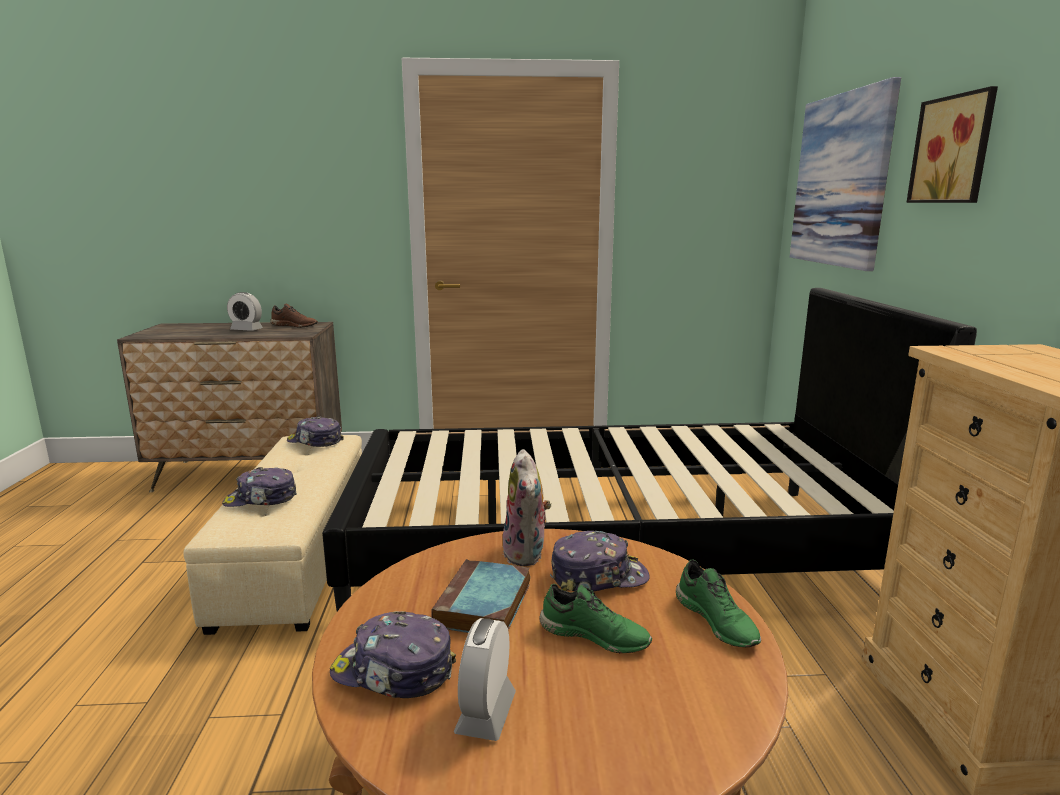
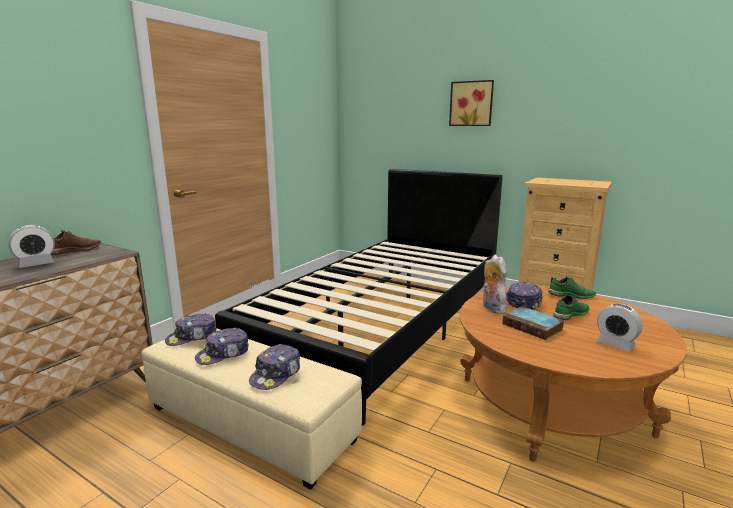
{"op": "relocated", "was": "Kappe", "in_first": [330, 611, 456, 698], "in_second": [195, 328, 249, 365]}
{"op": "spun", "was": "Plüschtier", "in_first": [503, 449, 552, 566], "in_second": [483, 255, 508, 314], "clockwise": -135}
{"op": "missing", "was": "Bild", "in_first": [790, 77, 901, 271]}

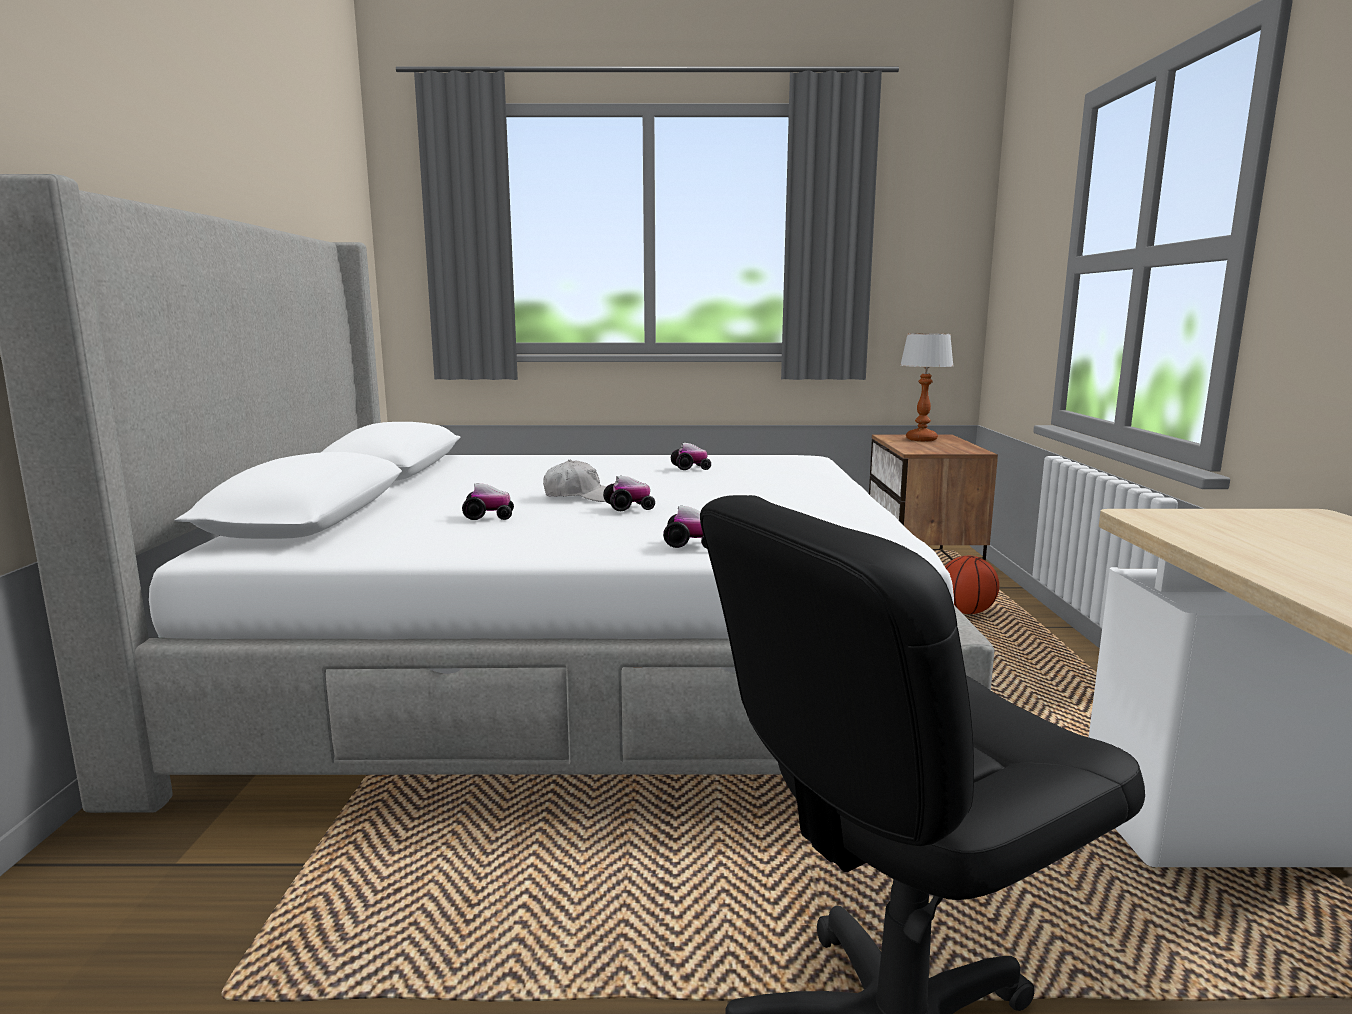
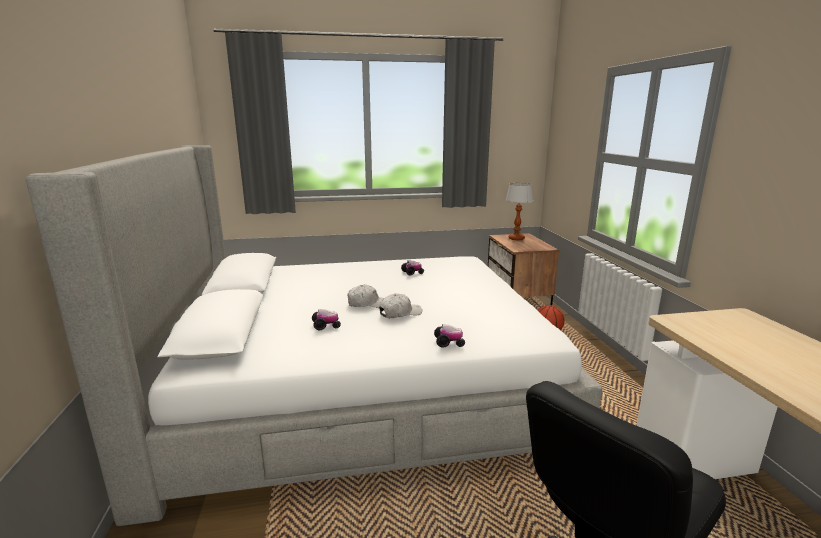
{"op": "exchanged", "was": "Spielzeugauto", "now": "Kappe (weiß)", "in_first": [603, 476, 655, 511], "in_second": [379, 293, 422, 318]}

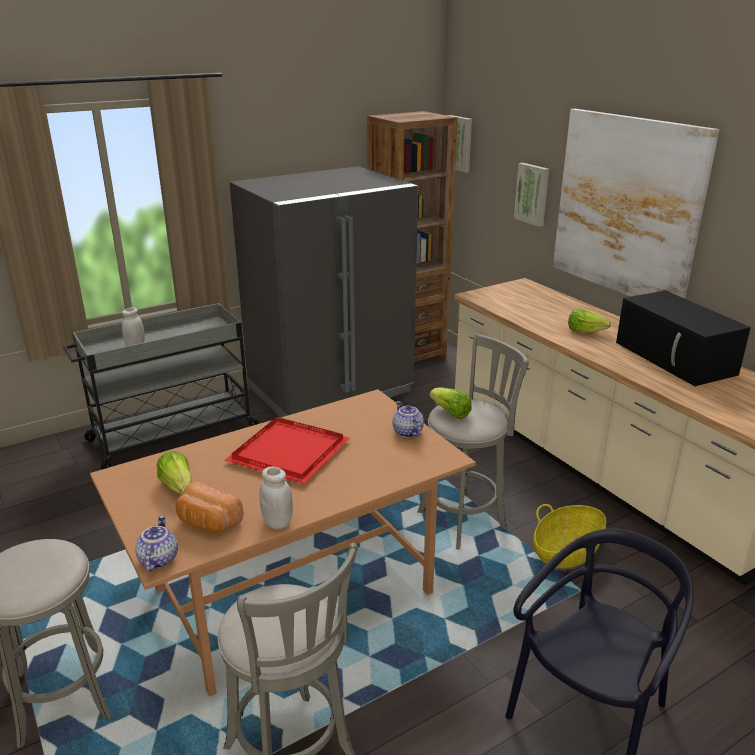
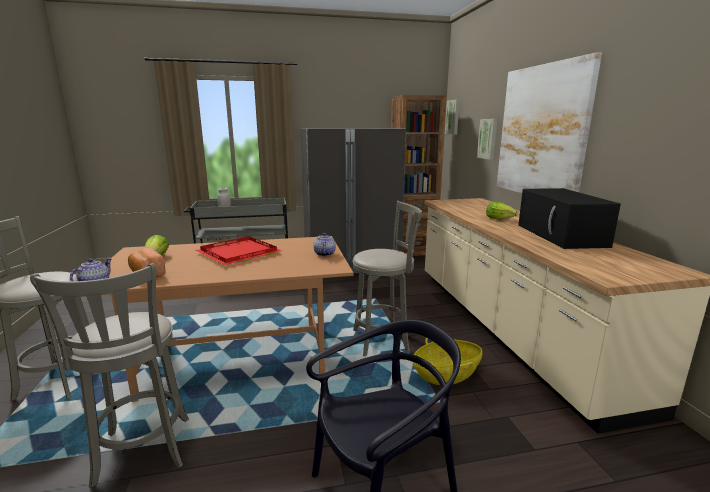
{"op": "missing", "was": "Vorratsglas (weiß)", "in_first": [259, 466, 293, 529]}
{"op": "missing", "was": "Salatkopf", "in_first": [430, 387, 471, 419]}

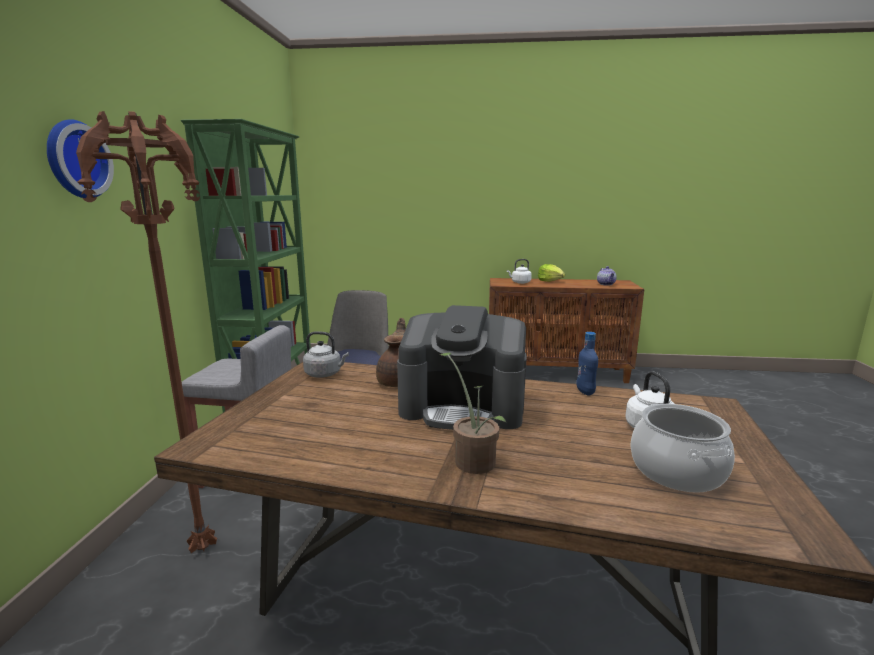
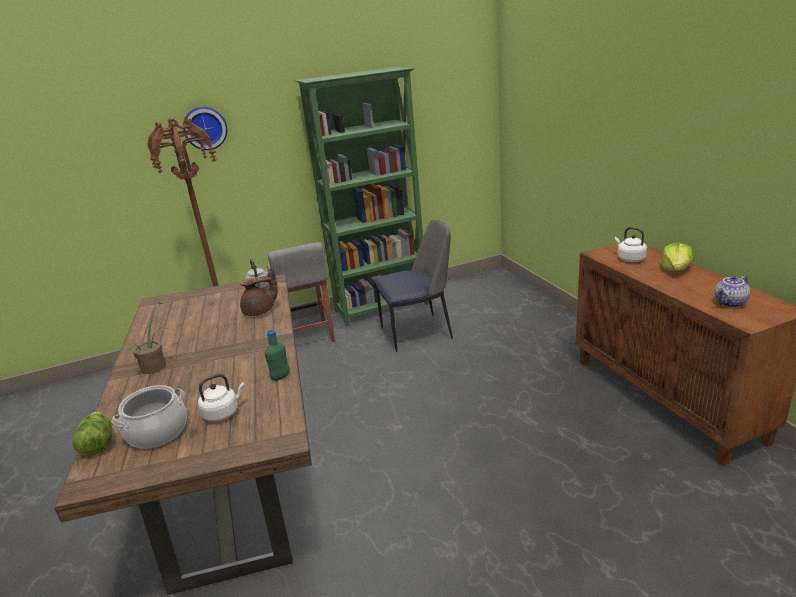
{"op": "missing", "was": "Kaffeemaschine", "in_first": [397, 305, 527, 430]}
{"op": "colour", "was": "Flasche (blau)", "now": "Flasche (grün)", "in_first": [577, 332, 598, 396], "in_second": [265, 330, 290, 381]}
{"op": "appeared", "now": "Salatkopf", "in_second": [72, 412, 112, 456]}

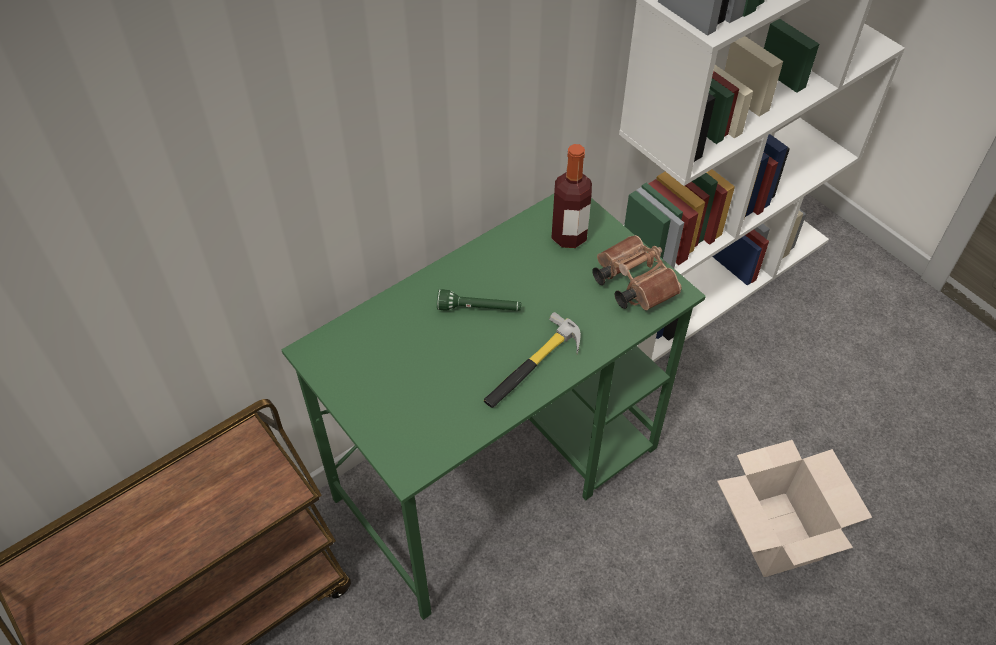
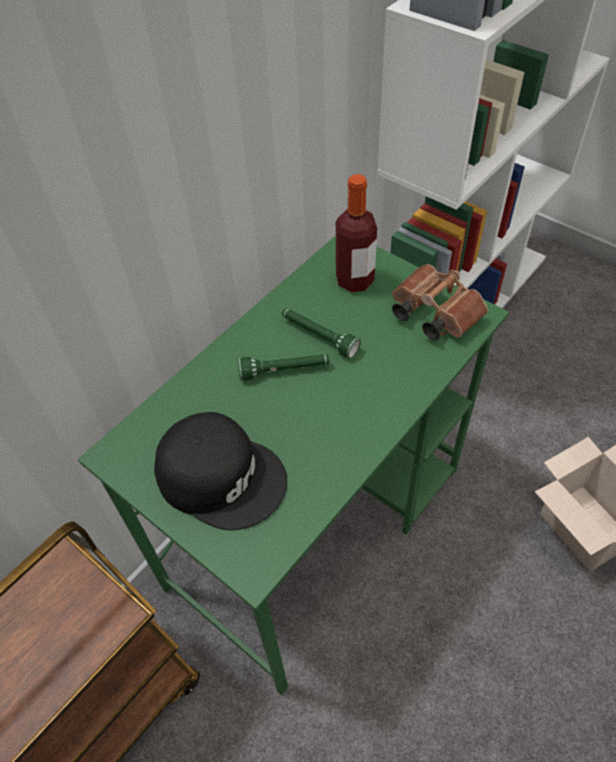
{"op": "missing", "was": "Hammer", "in_first": [484, 312, 581, 408]}
{"op": "appeared", "now": "Kappe (schwarz)", "in_second": [154, 412, 287, 530]}
{"op": "appeared", "now": "Taschenlampe (grün)", "in_second": [282, 308, 361, 358]}

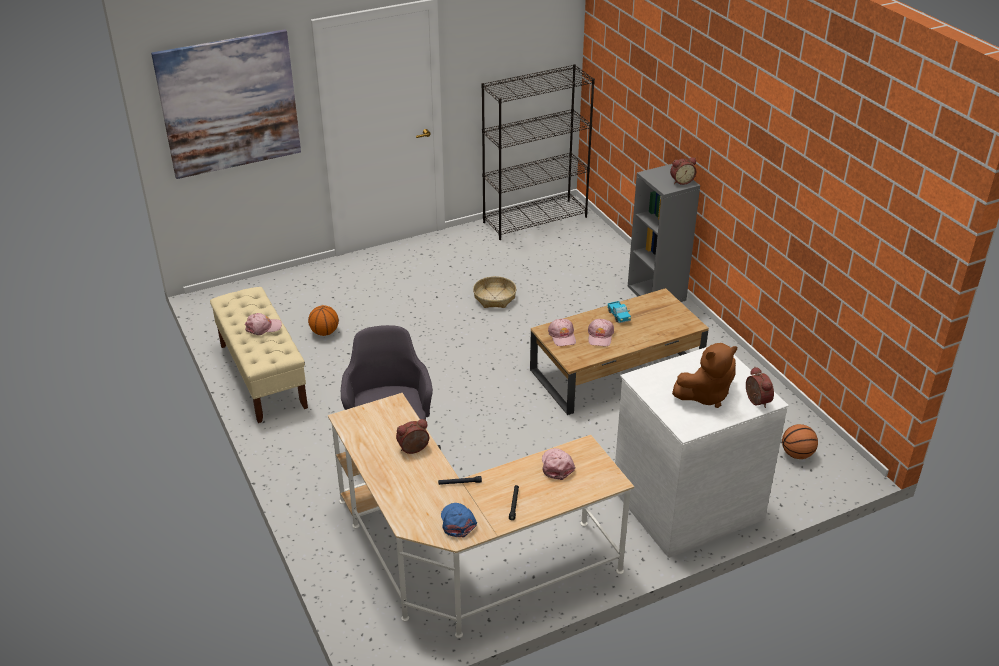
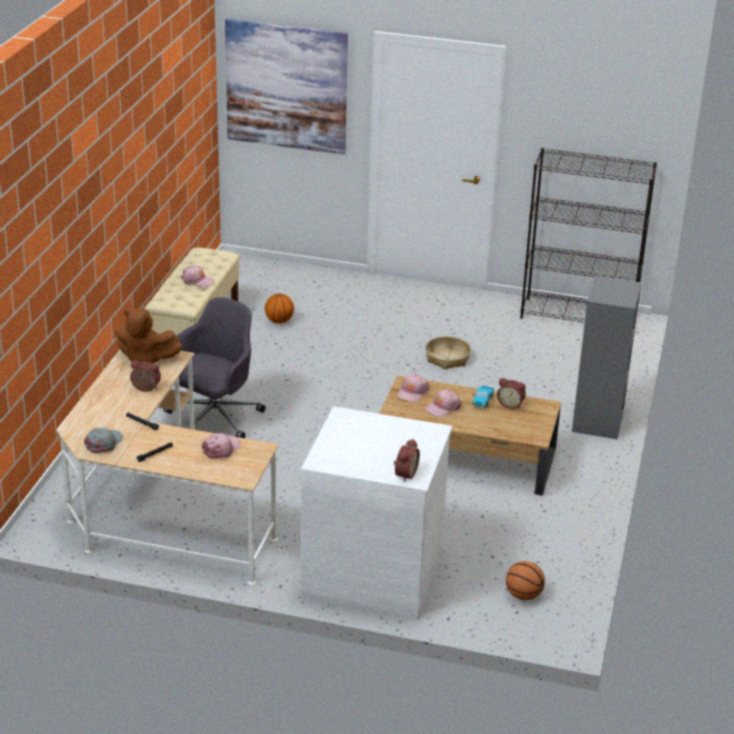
{"op": "colour", "was": "Kappe (blau)", "now": "Kappe (grau)", "in_first": [441, 503, 477, 538], "in_second": [84, 428, 123, 453]}
{"op": "relocated", "was": "Wecker", "in_first": [670, 157, 696, 185], "in_second": [497, 378, 526, 409]}
{"op": "relocated", "was": "Plüschtier (braun)", "in_first": [672, 343, 737, 408], "in_second": [115, 309, 182, 364]}

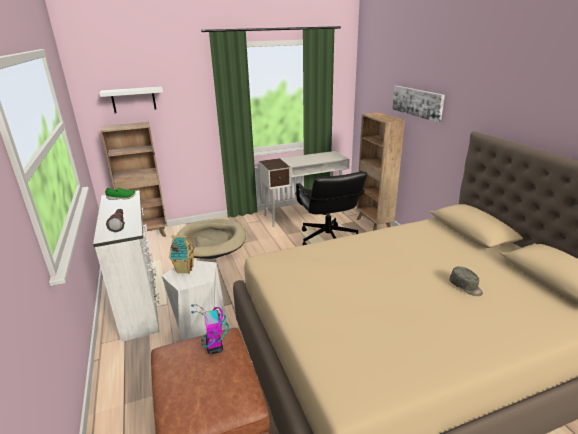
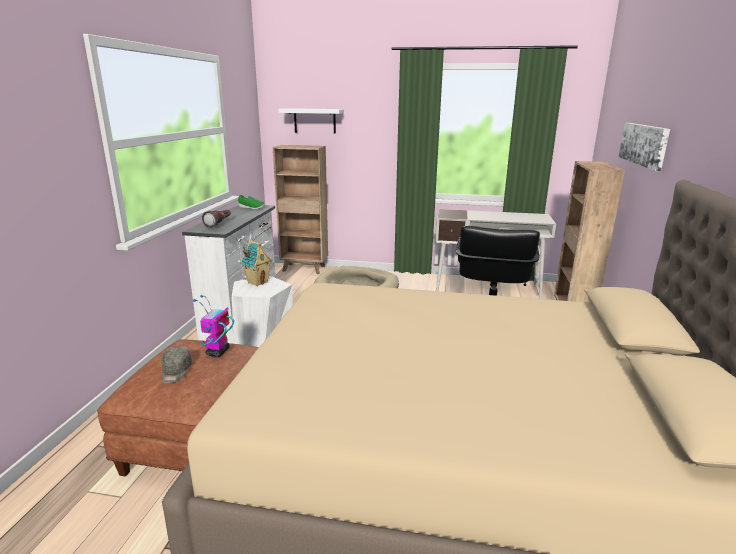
{"op": "relocated", "was": "Kappe (grau)", "in_first": [449, 266, 483, 296], "in_second": [161, 345, 192, 383]}

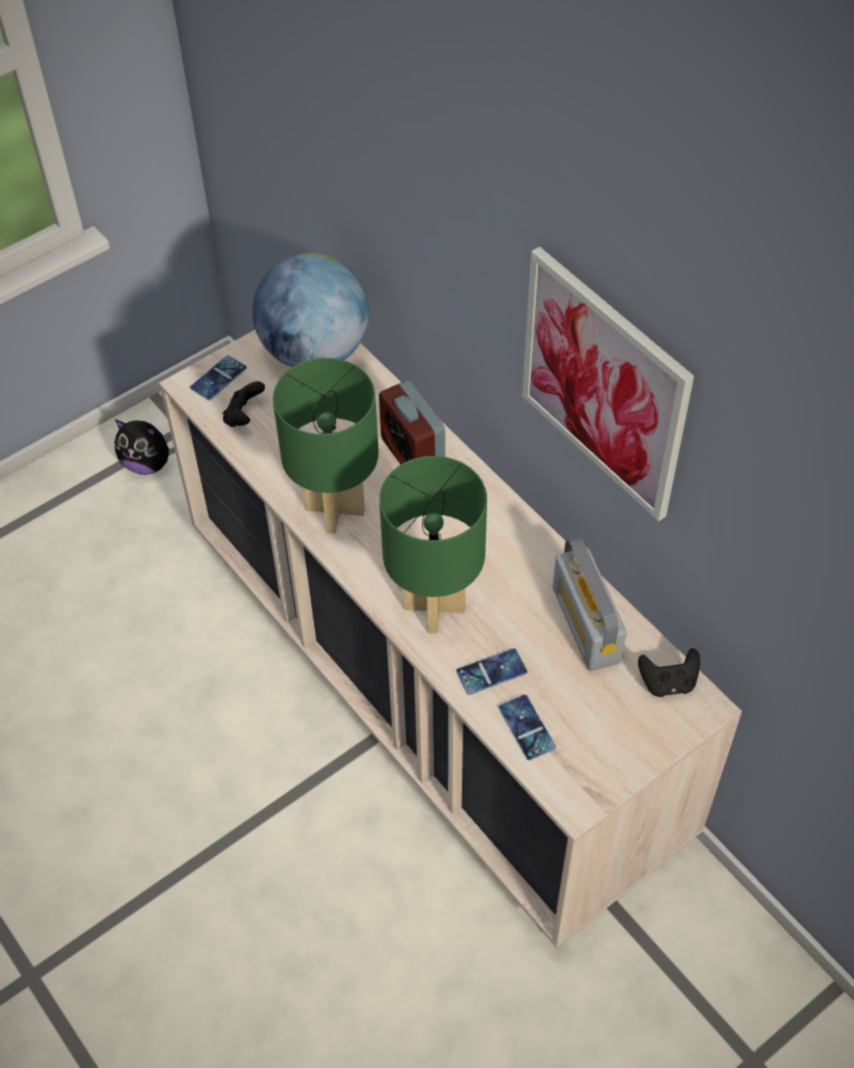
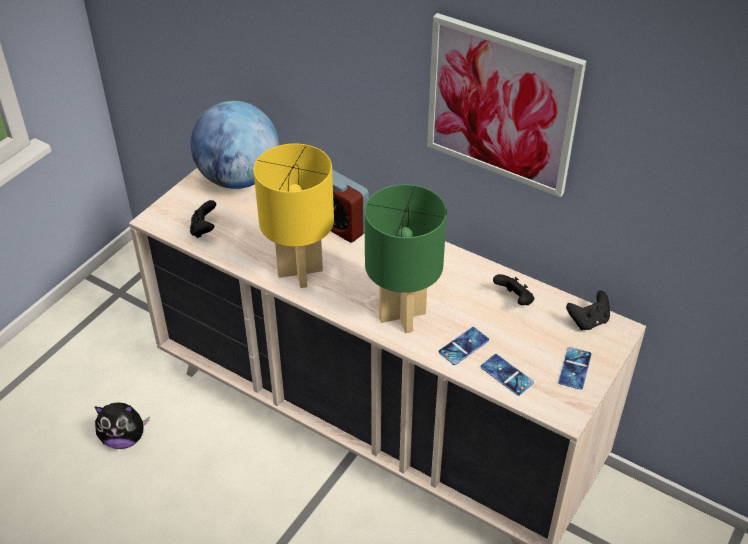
{"op": "relocated", "was": "Plüschtier", "in_first": [115, 419, 175, 475], "in_second": [94, 403, 149, 449]}
{"op": "relocated", "was": "Handy", "in_first": [190, 355, 247, 400], "in_second": [558, 347, 592, 390]}
{"op": "colour", "was": "Tischlampe (grün)", "now": "Tischlampe (gelb)", "in_first": [273, 358, 379, 534], "in_second": [253, 144, 334, 288]}
{"op": "exchanged", "was": "Radio", "now": "Gamepad (schwarz)", "in_first": [553, 537, 627, 671], "in_second": [493, 274, 534, 305]}

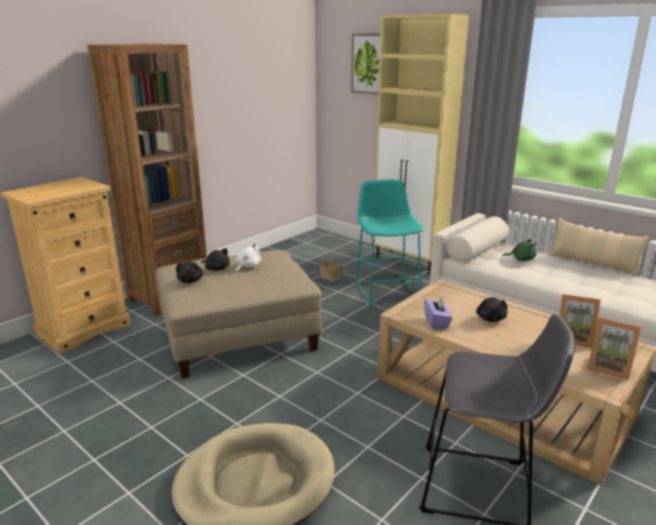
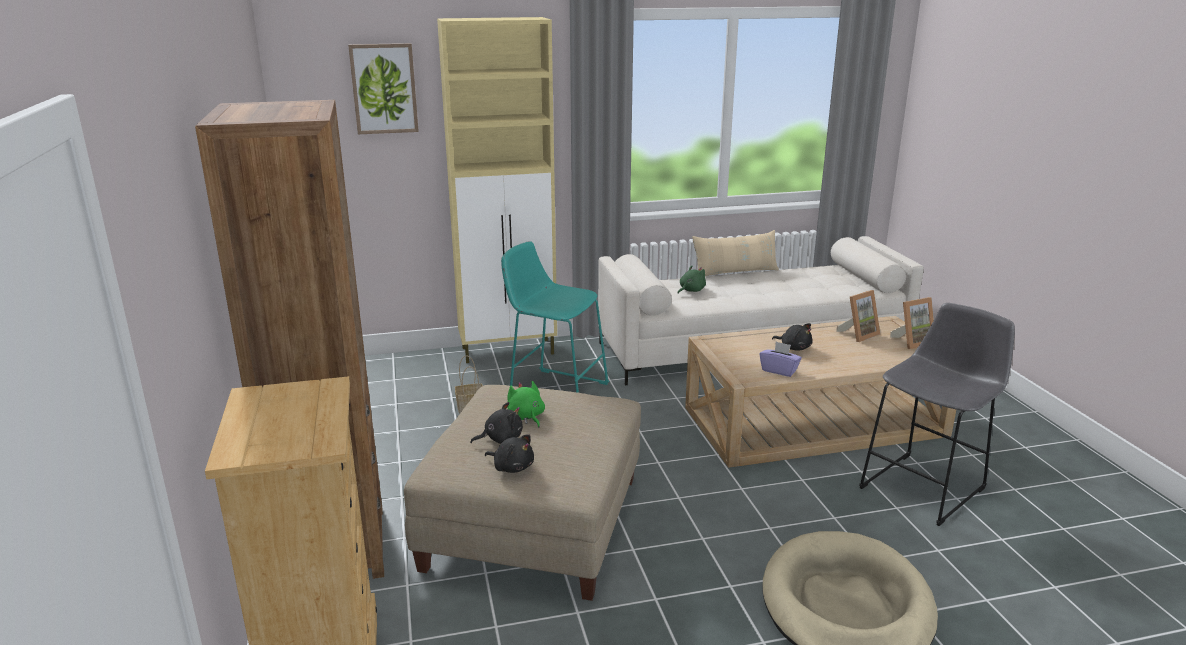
{"op": "colour", "was": "Plüschtier (weiß)", "now": "Plüschtier (grün)", "in_first": [236, 243, 261, 272], "in_second": [507, 381, 545, 428]}

